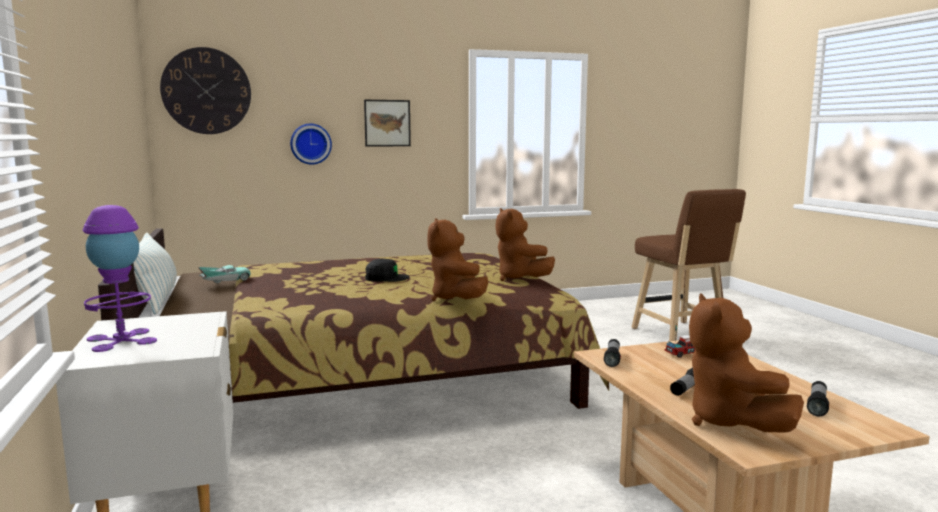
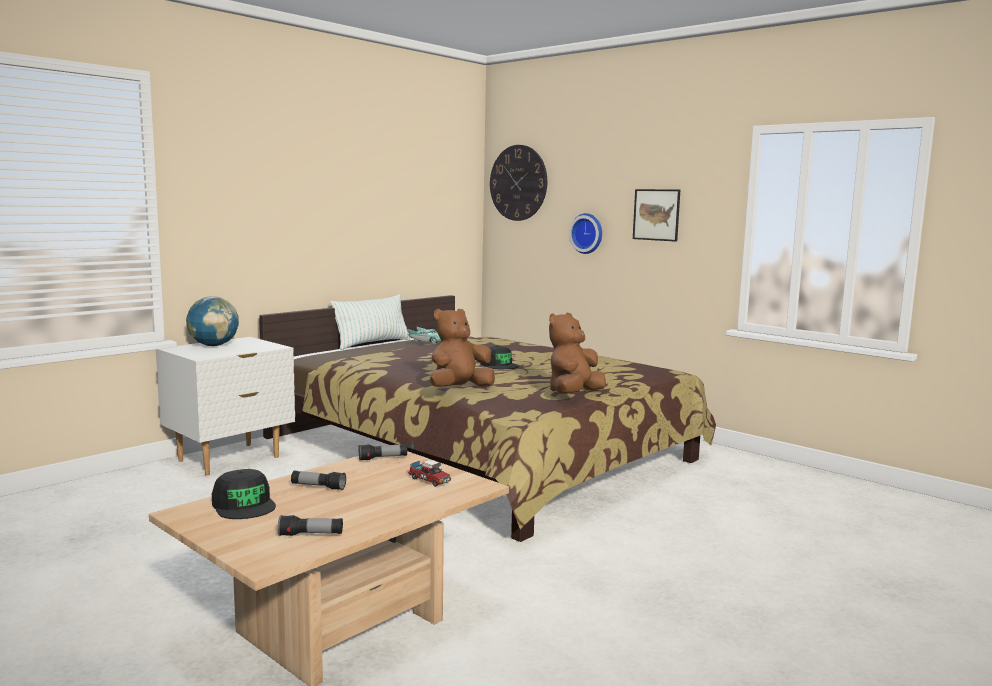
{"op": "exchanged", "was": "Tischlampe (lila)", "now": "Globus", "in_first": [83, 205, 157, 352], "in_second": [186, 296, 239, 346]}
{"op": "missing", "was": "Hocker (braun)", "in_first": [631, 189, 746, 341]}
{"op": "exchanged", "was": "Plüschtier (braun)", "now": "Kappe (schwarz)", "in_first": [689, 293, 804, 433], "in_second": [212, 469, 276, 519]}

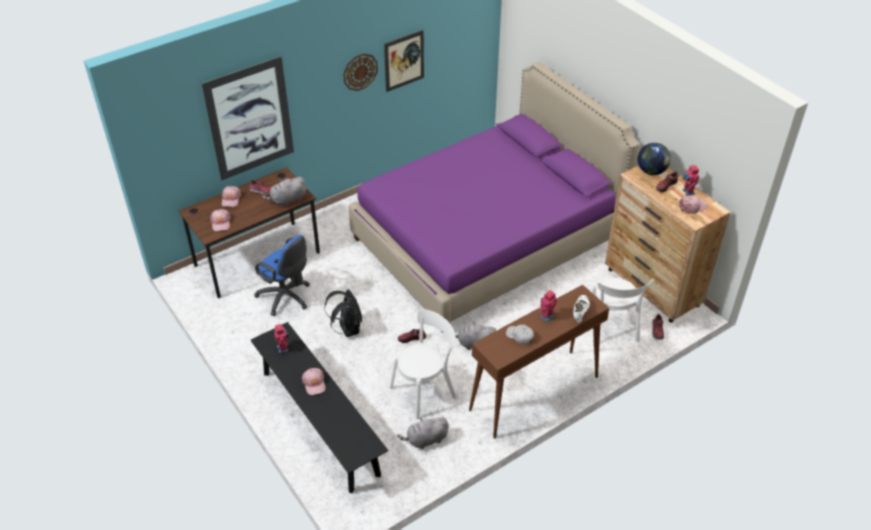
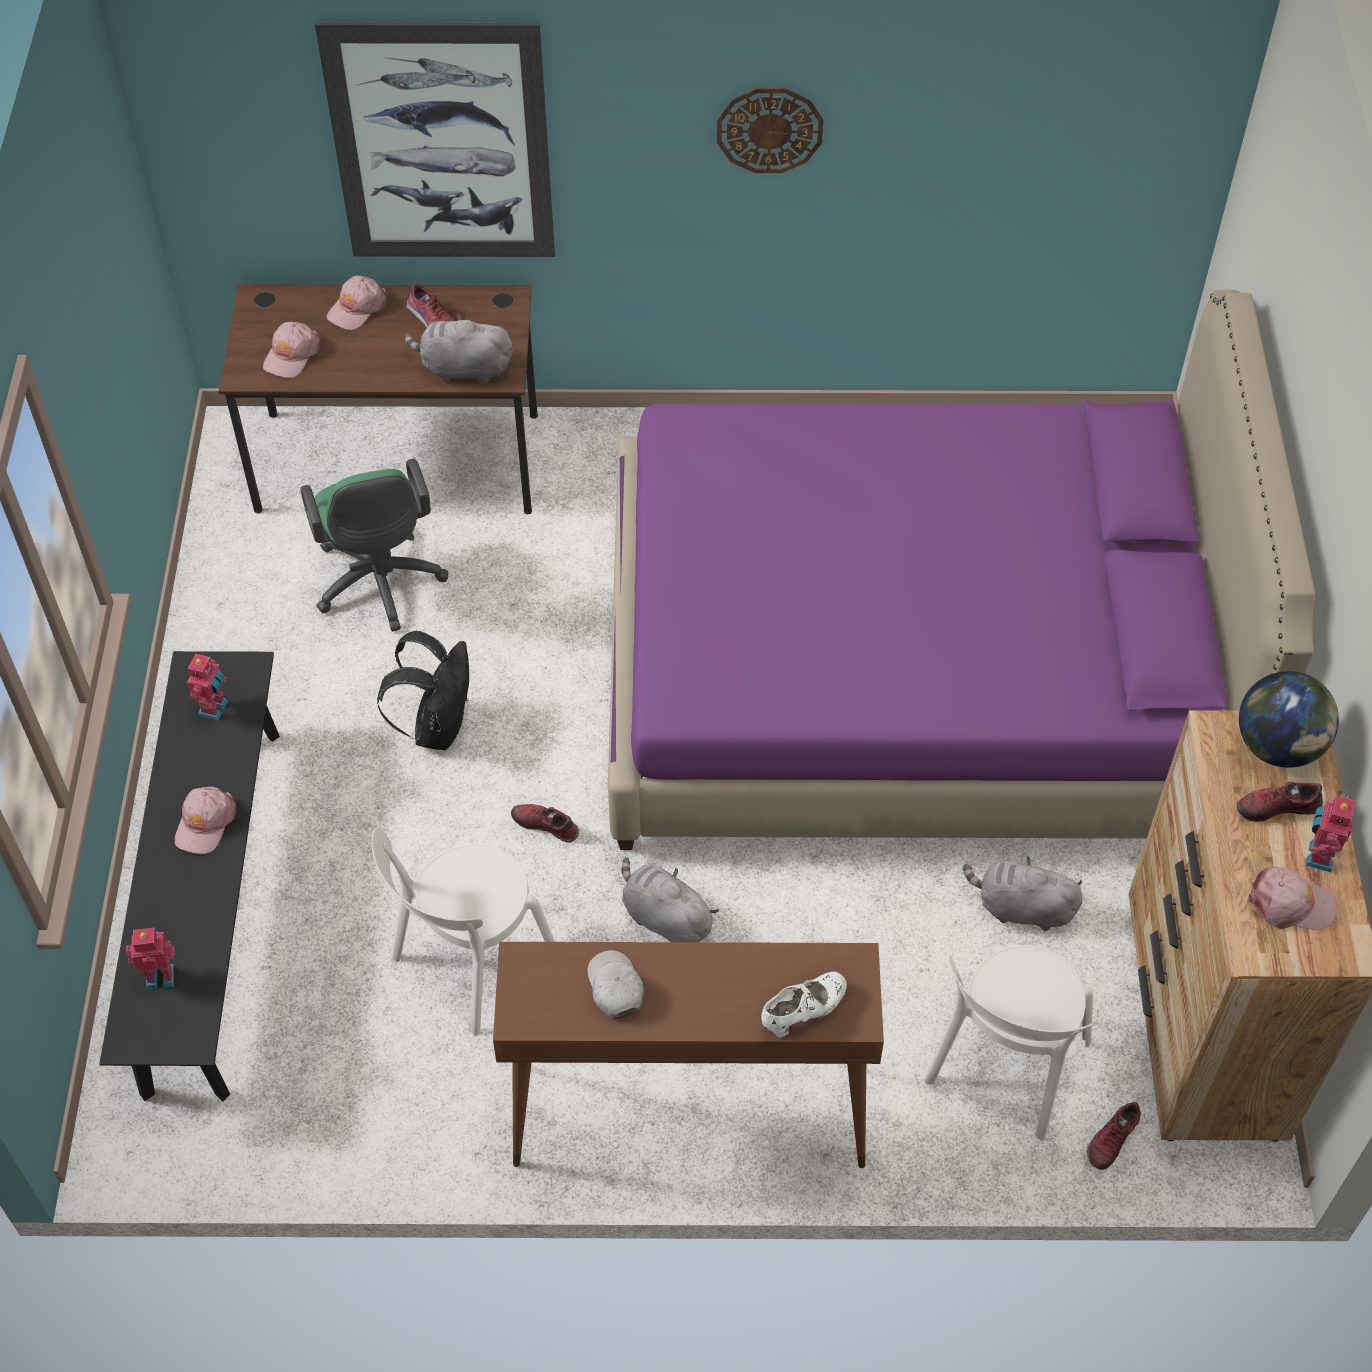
{"op": "colour", "was": "Bürostuhl (blau)", "now": "Bürostuhl (grün)", "in_first": [254, 235, 310, 316], "in_second": [300, 459, 448, 631]}
{"op": "missing", "was": "Bild", "in_first": [384, 30, 424, 92]}
{"op": "spun", "was": "Stuhl (weiß)", "in_first": [390, 309, 456, 419], "in_second": [371, 828, 555, 1036], "clockwise": 135}
{"op": "relocated", "was": "Plüschtier (grau)", "in_first": [397, 417, 449, 449], "in_second": [963, 856, 1083, 931]}
{"op": "relocated", "was": "Spielzeugroboter", "in_first": [539, 290, 557, 322], "in_second": [126, 928, 175, 990]}

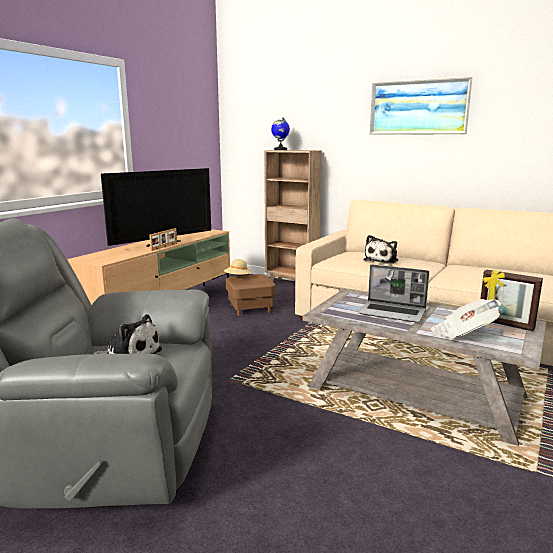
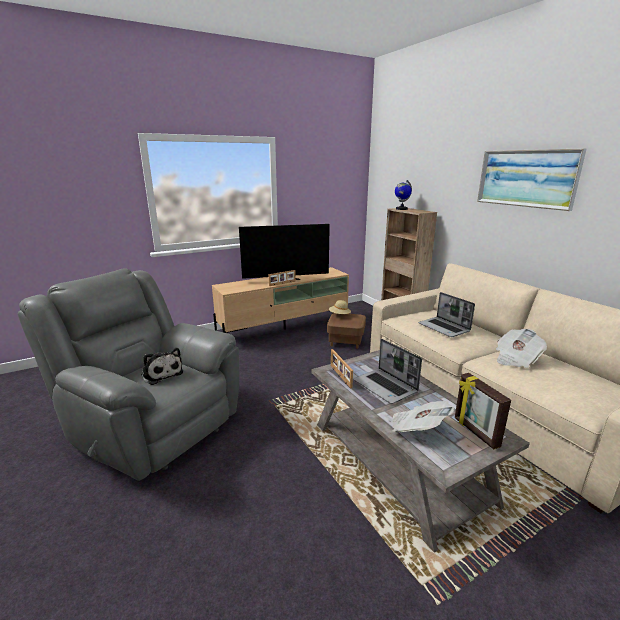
{"op": "exchanged", "was": "Plüschtier", "now": "Laptop", "in_first": [364, 235, 398, 264], "in_second": [418, 292, 475, 337]}
{"op": "appeared", "now": "Bilderrahmen", "in_second": [331, 349, 353, 389]}
{"op": "appeared", "now": "Zeitung", "in_second": [496, 329, 547, 368]}

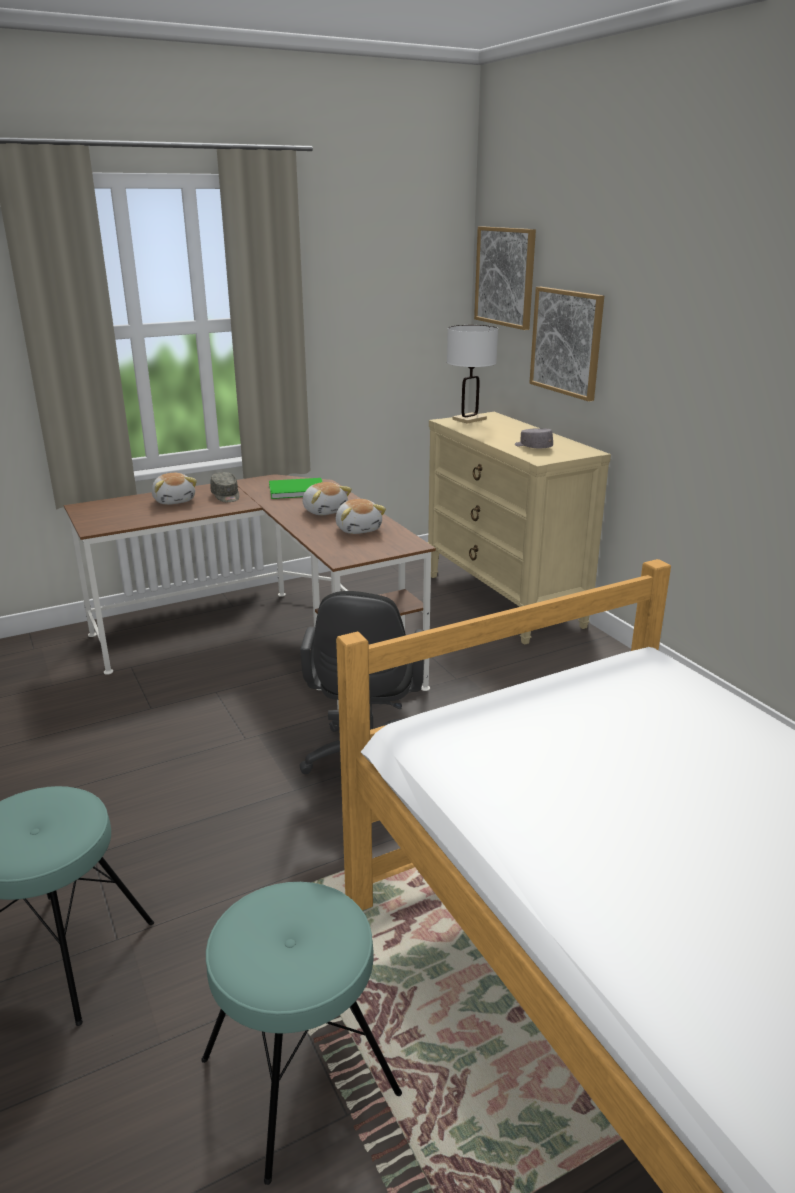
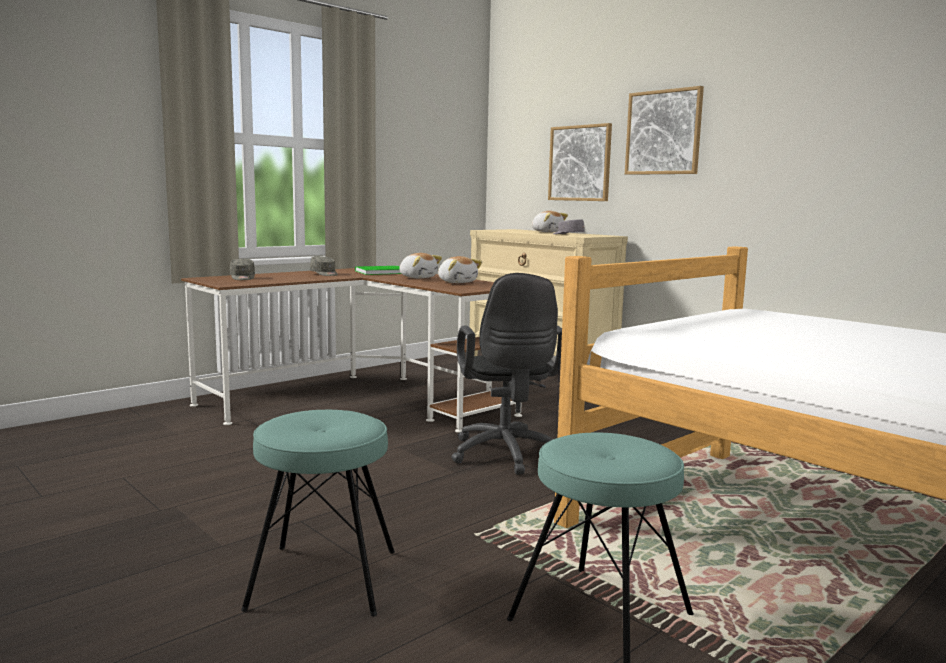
{"op": "relocated", "was": "Plüschtier", "in_first": [152, 473, 197, 505], "in_second": [532, 211, 568, 232]}
{"op": "missing", "was": "Tischlampe (weiß)", "in_first": [447, 325, 498, 424]}
{"op": "relocated", "was": "Bild", "in_first": [474, 226, 536, 330], "in_second": [625, 86, 704, 175]}
{"op": "appeared", "now": "Kappe (grau)", "in_second": [230, 259, 255, 280]}

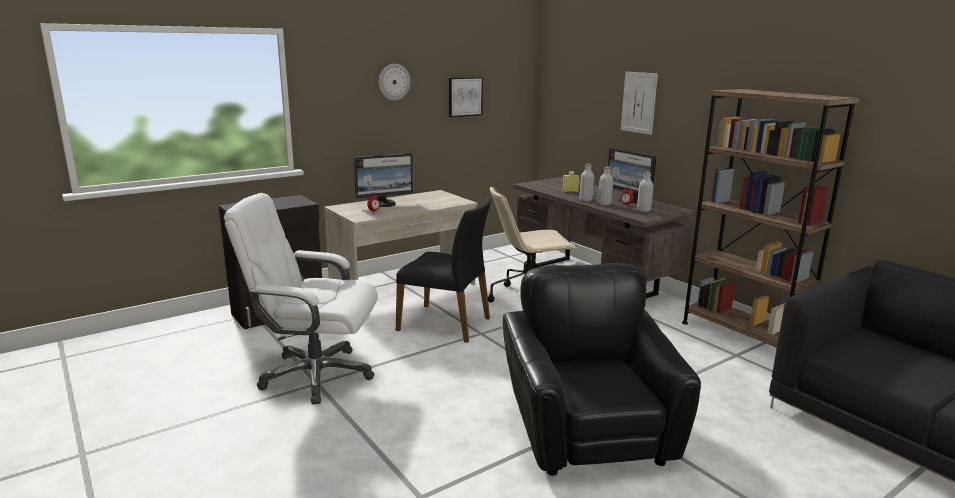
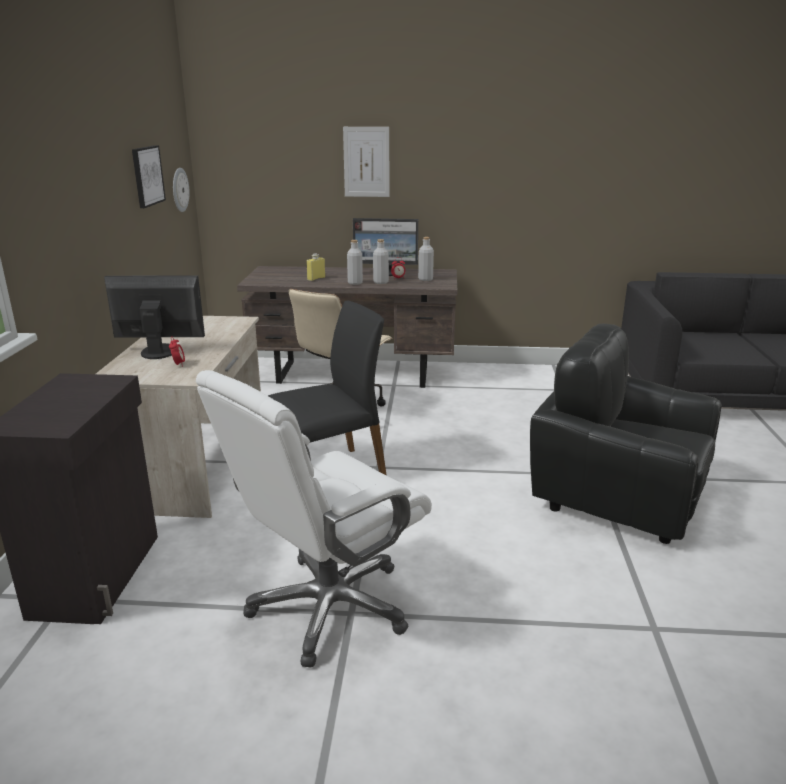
{"op": "spun", "was": "Monitor", "in_first": [354, 153, 413, 207], "in_second": [104, 275, 205, 359], "clockwise": -105}
{"op": "relocated", "was": "Wanduhr", "in_first": [379, 64, 411, 101], "in_second": [173, 168, 189, 212]}
{"op": "missing", "was": "Bücherregal (braun)", "in_first": [682, 89, 860, 348]}

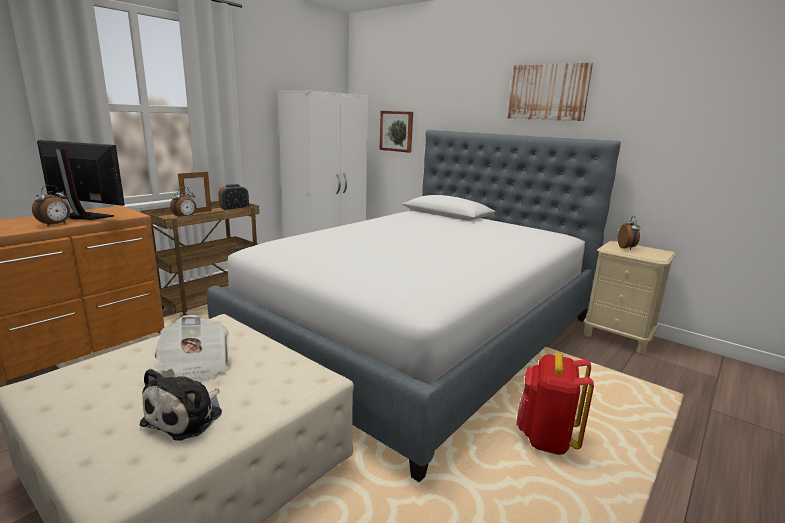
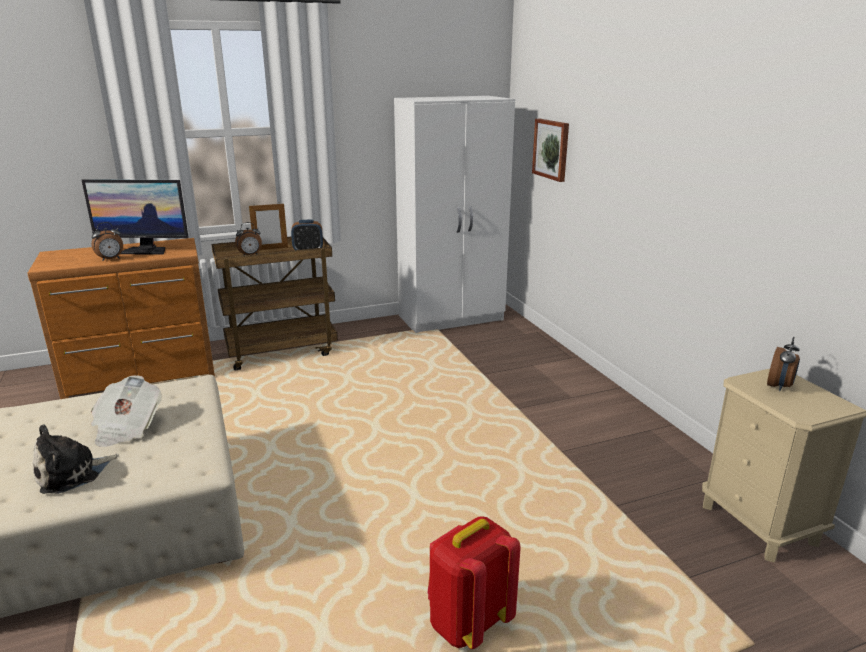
{"op": "spun", "was": "Monitor", "in_first": [37, 140, 125, 220], "in_second": [82, 179, 189, 255], "clockwise": 135}
{"op": "missing", "was": "Bett", "in_first": [207, 130, 621, 482]}
{"op": "missing", "was": "Bild", "in_first": [508, 62, 593, 121]}

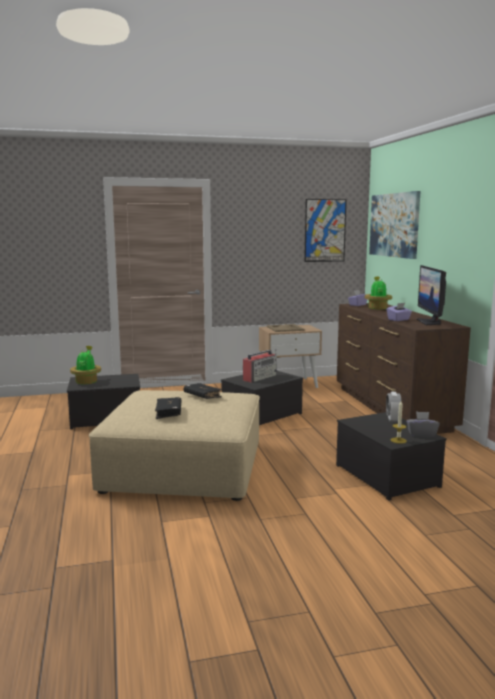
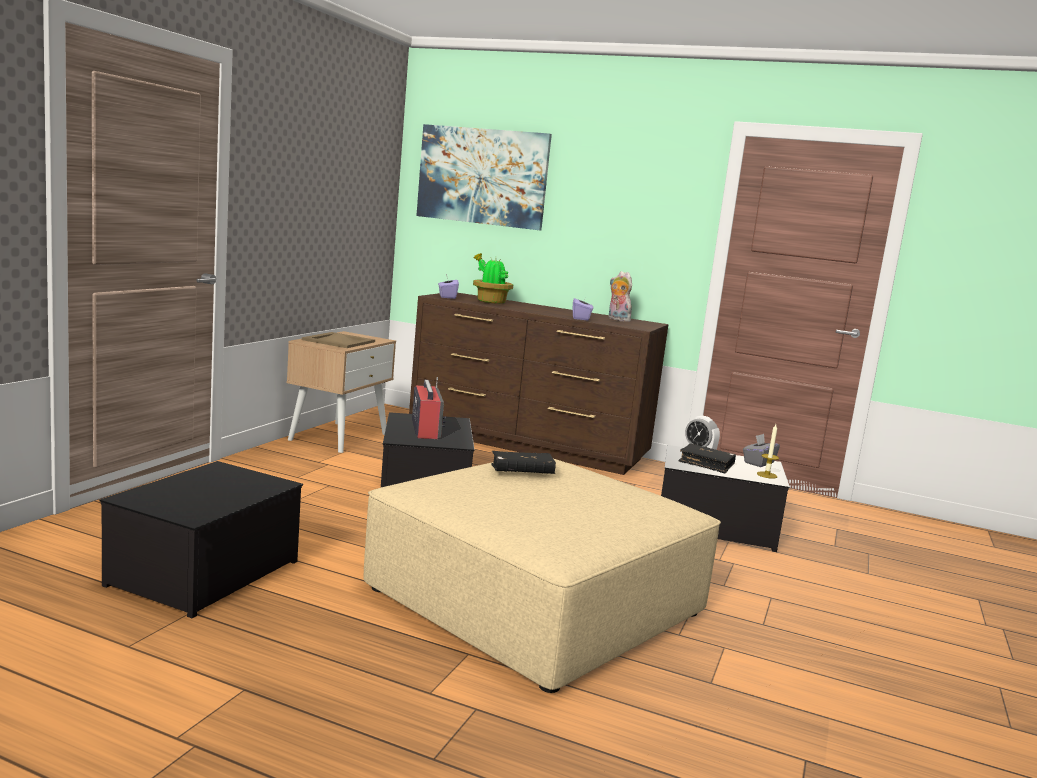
{"op": "missing", "was": "Topfpflanze", "in_first": [70, 346, 101, 384]}
{"op": "relocated", "was": "Buch (schwarz)", "in_first": [155, 397, 182, 419], "in_second": [678, 443, 736, 473]}
{"op": "missing", "was": "Bild", "in_first": [304, 199, 347, 262]}
{"op": "exchanged", "was": "Monitor", "now": "Plüschtier", "in_first": [416, 265, 446, 325], "in_second": [609, 271, 632, 322]}

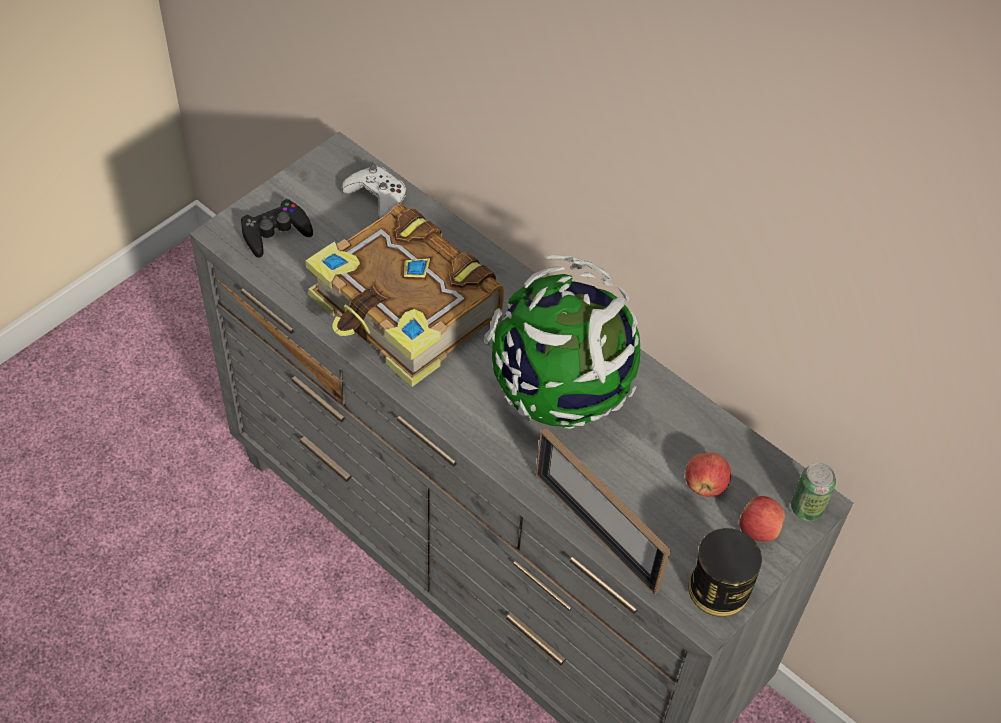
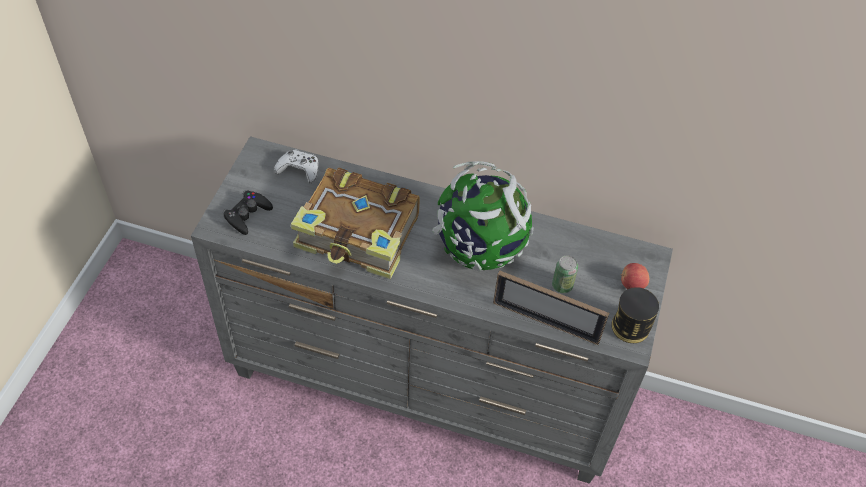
{"op": "missing", "was": "Apfel", "in_first": [685, 453, 731, 497]}
{"op": "relocated", "was": "Dose", "in_first": [791, 463, 836, 521], "in_second": [552, 255, 578, 293]}

